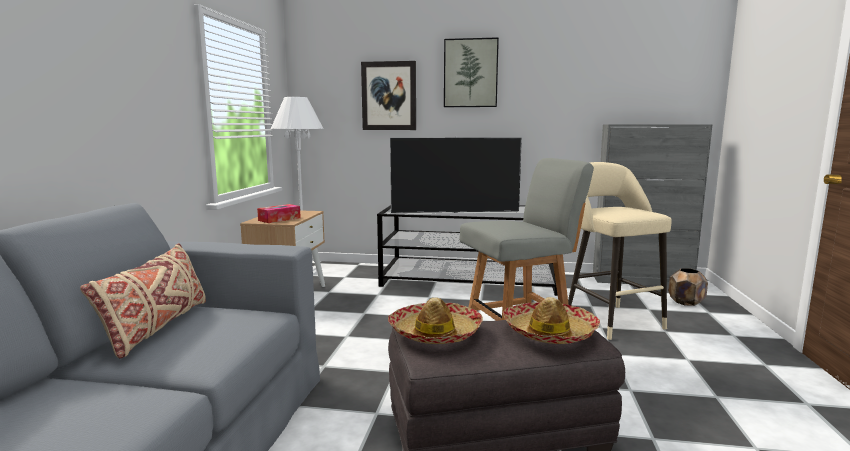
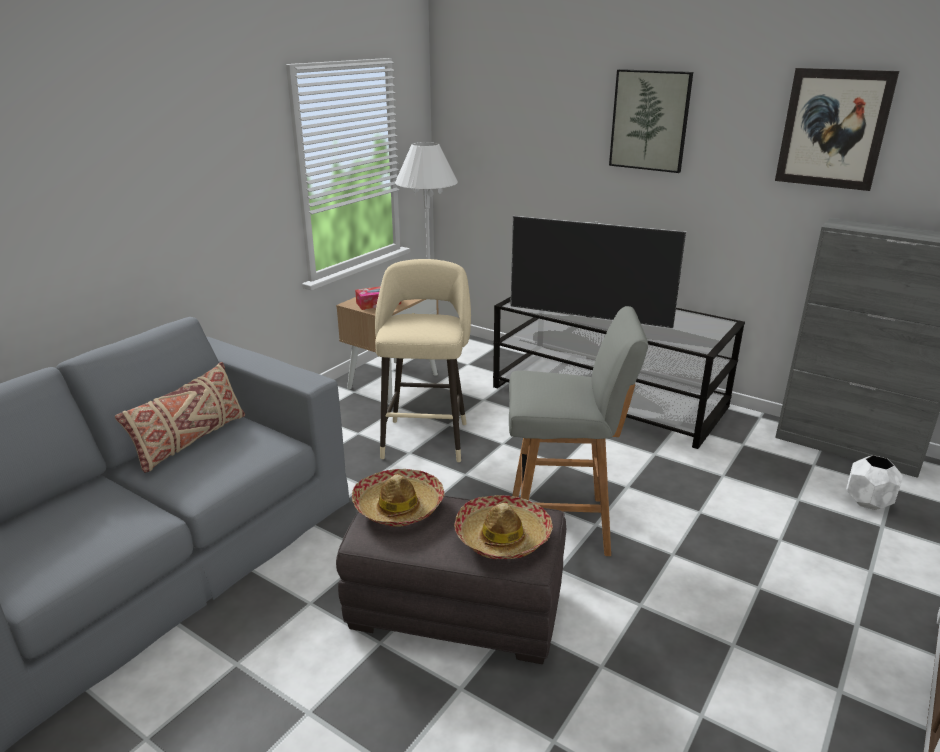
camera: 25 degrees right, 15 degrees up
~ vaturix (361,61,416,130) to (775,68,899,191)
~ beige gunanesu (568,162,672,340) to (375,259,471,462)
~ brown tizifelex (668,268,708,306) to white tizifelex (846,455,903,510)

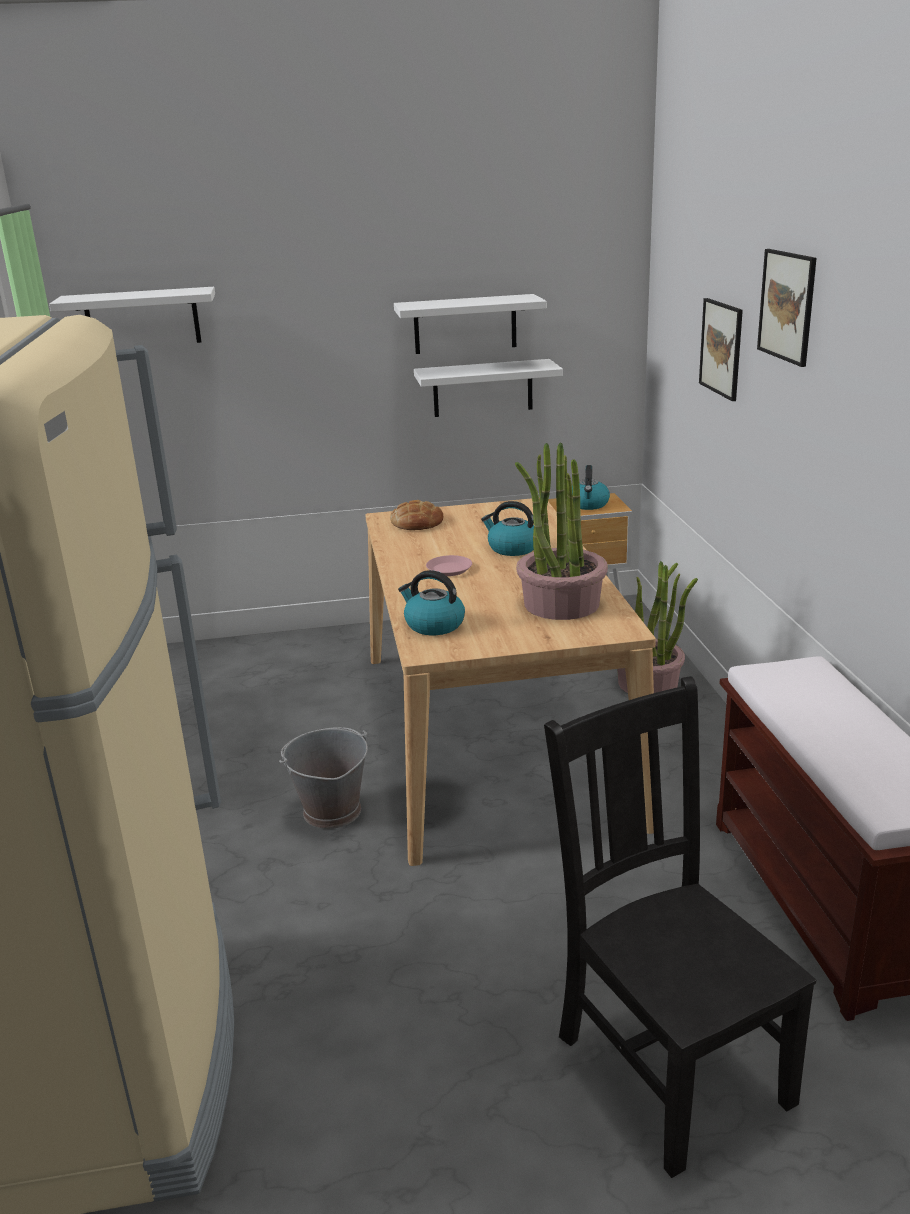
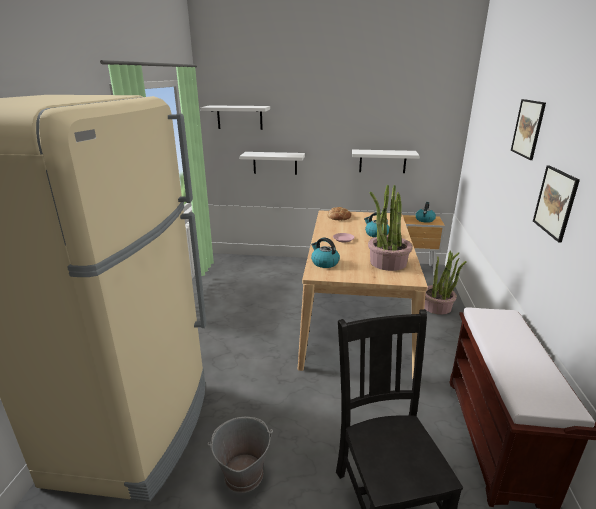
camera: 15 degrees right, 0 degrees up
~ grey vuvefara (279,727,368,829) to (207,417,273,493)
~ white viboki (394,294,547,354) to (239,152,305,175)
~ vaturix (699,298,743,401) to (533,165,580,243)

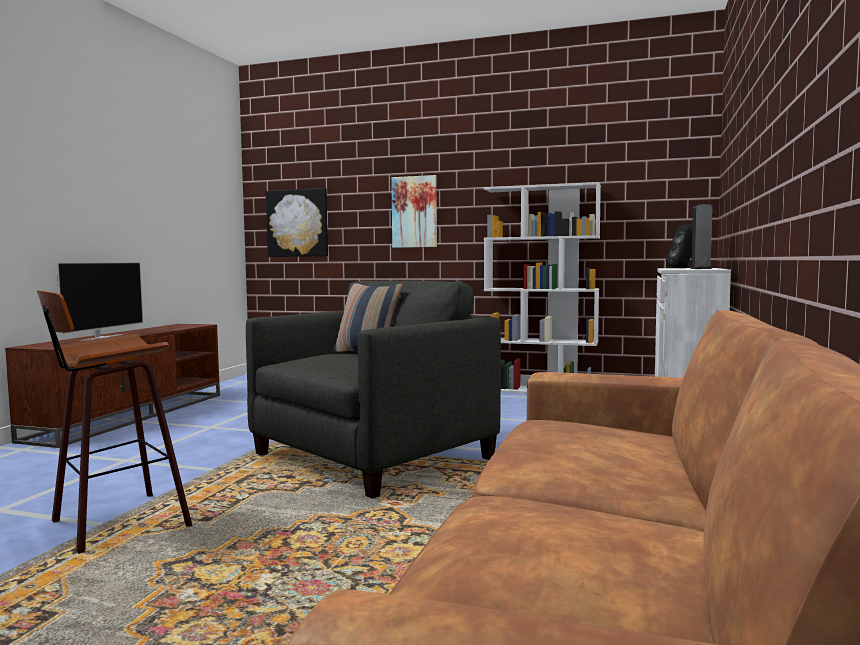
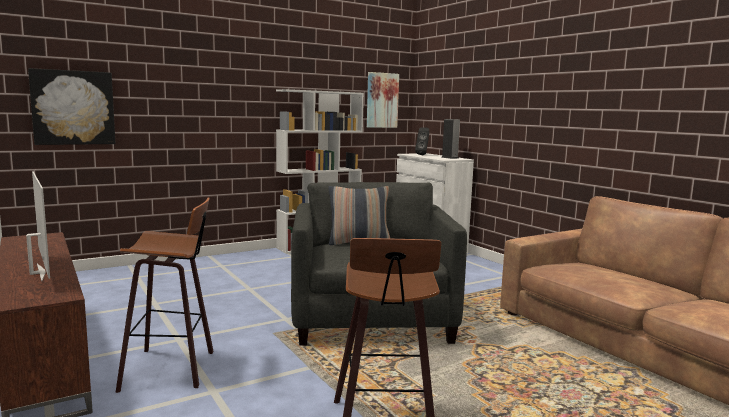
camera: 50 degrees left, 5 degrees up
~ vaturix (391,175,437,248) to (367,72,399,128)
+ gunanesu (116,197,214,393)

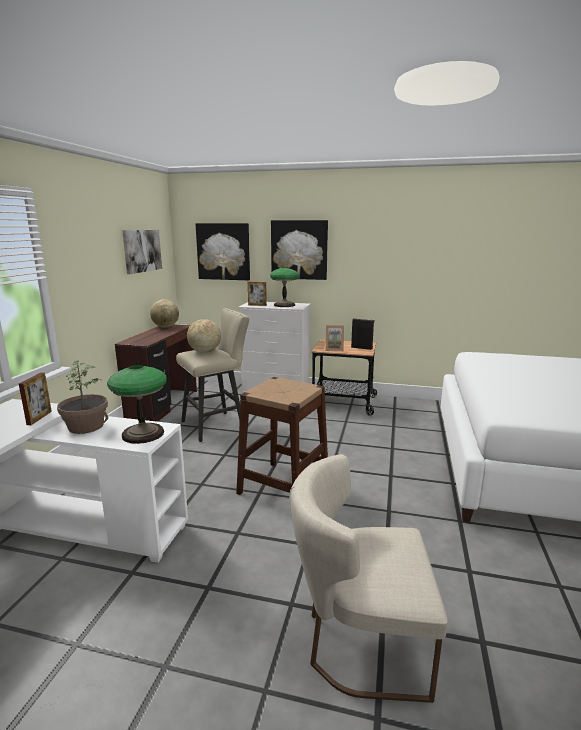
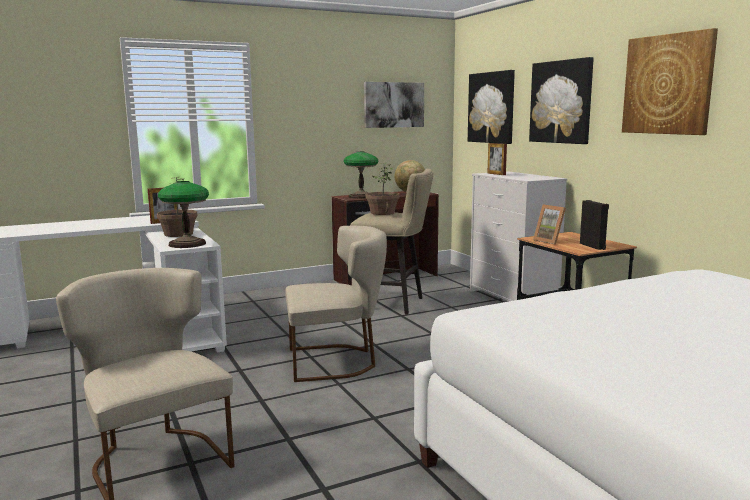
camera: 50 degrees right, 5 degrees down
~ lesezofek (187,319,221,353) to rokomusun (366,163,400,215)
~ brown gunanesu (236,377,328,495) to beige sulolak (285,226,387,382)
~ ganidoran (270,267,299,307) to (344,152,378,199)
+ vaturix (622,28,718,135)

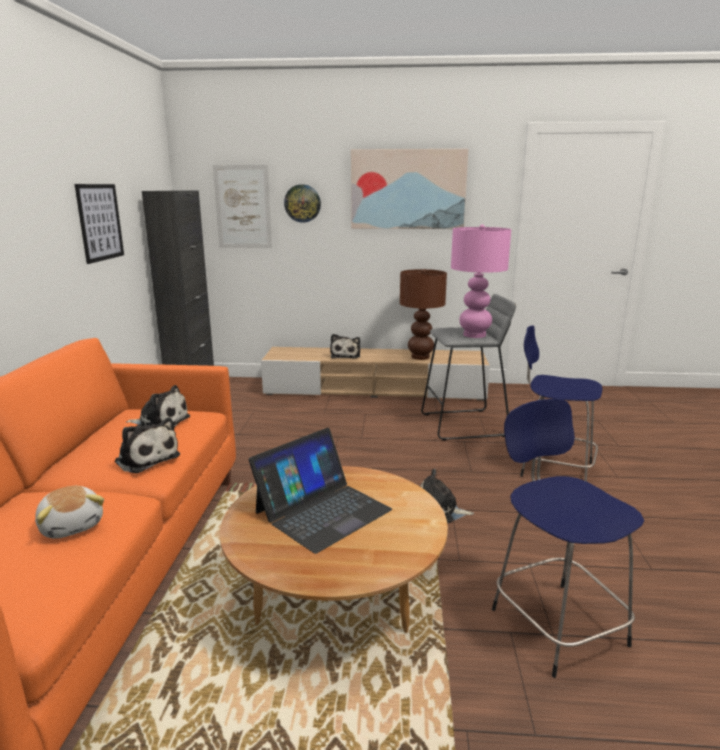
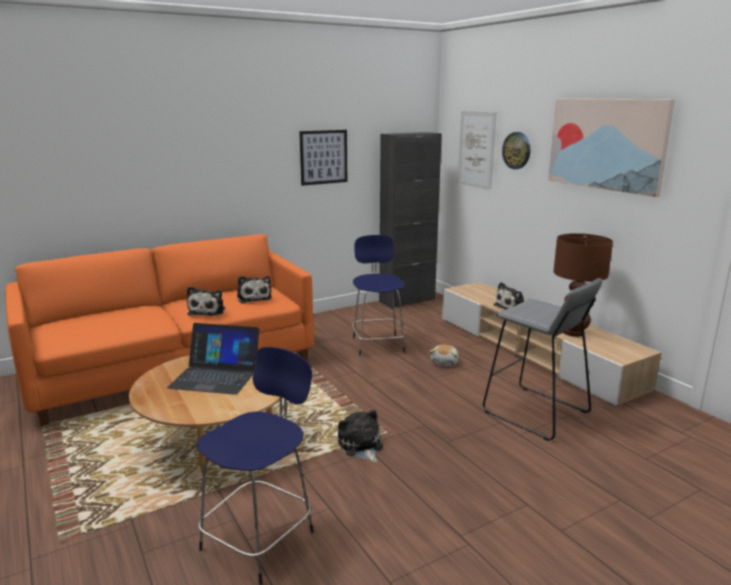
camera: 55 degrees right, 0 degrees up
~ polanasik (35,486,104,539) to (430,344,459,366)
- pink ganidoran (451,224,511,338)
~ blue gunanesu (520,325,602,482) to (352,235,405,356)

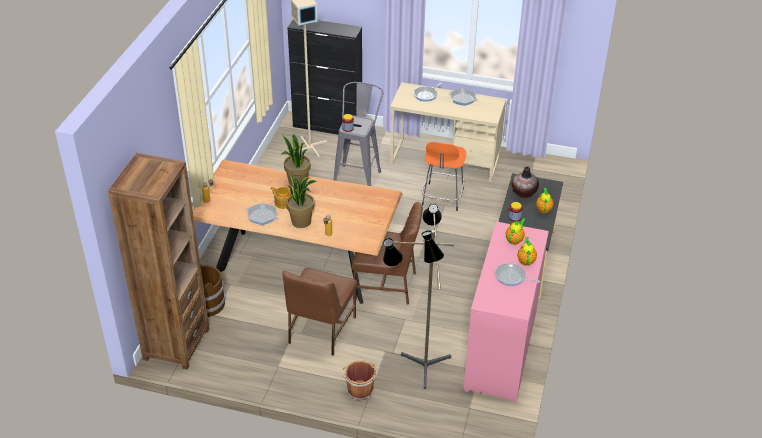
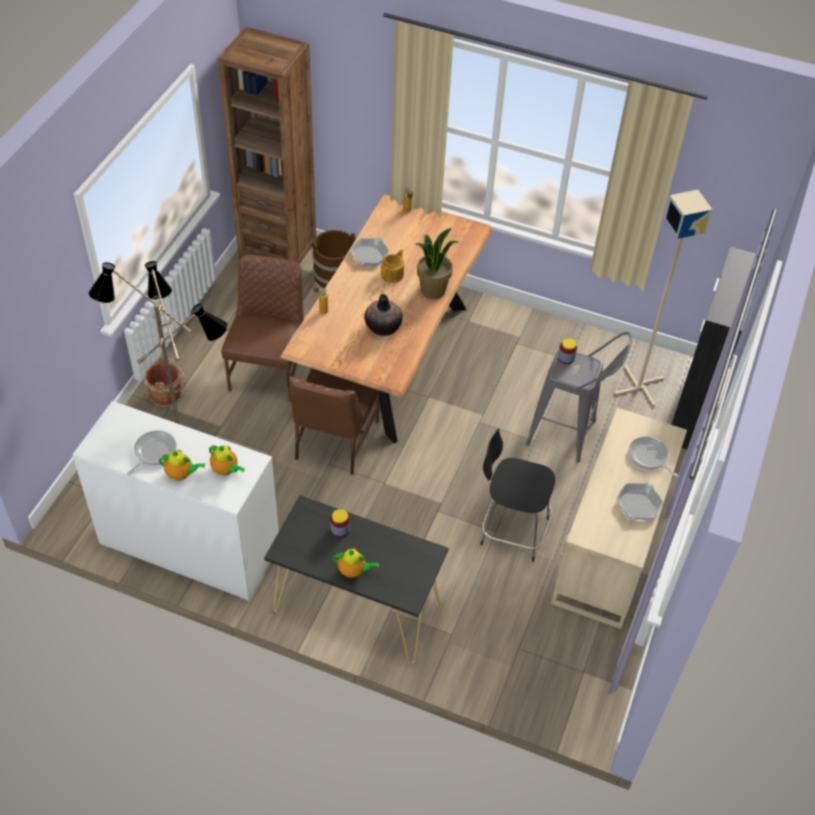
camera: 95 degrees right, 10 degrees up
~ brown sulolak (282,268,357,356) = (221,255,304,402) 75 degrees clockwise
- rokomusun (286,173,317,228)
~ orange gunanesu (422,142,466,211) to black gunanesu (480,429,555,562)
~ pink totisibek (463,222,549,402) to white totisibek (72,401,279,601)
~ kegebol (512,167,539,198) to (364,294,403,336)

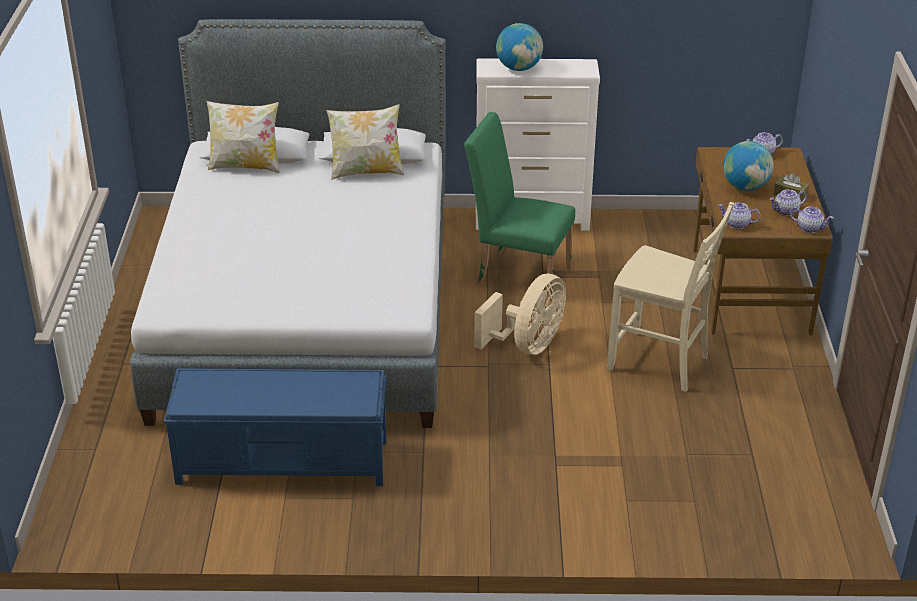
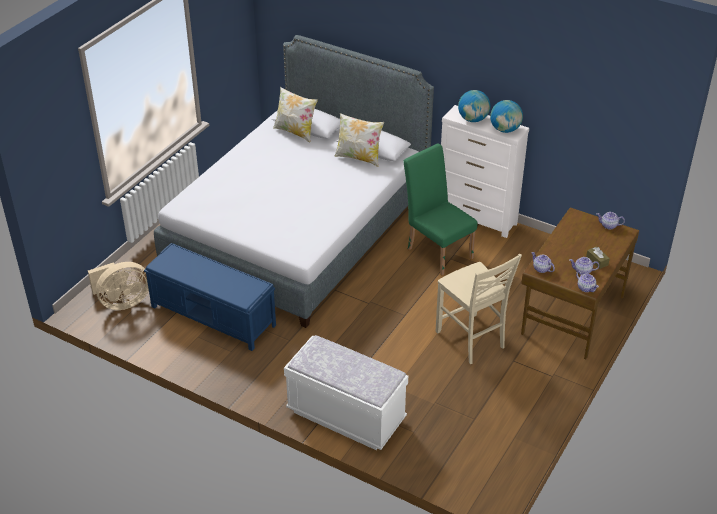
camera: 30 degrees right, 5 degrees up
~ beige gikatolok (474,274,566,355) to (88,262,149,310)
~ lesezofek (723,141,774,191) to (490,100,523,133)
+ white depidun (284,335,408,450)

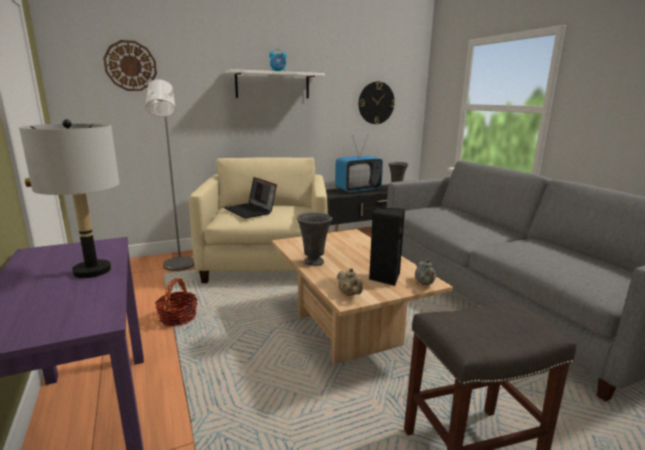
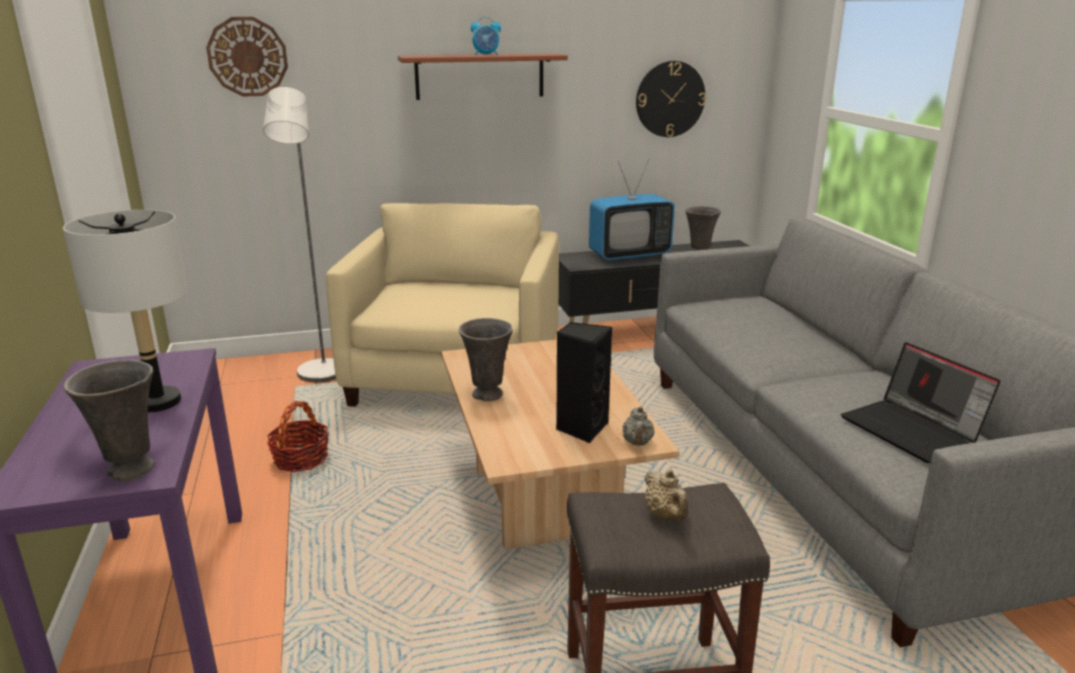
camera: 10 degrees right, 5 degrees up
~ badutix (224,177,277,219) to (841,342,1001,463)
~ white viboki (225,69,325,99) to brown viboki (398,53,568,100)
~ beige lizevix (337,268,363,296) to (644,469,689,521)
+ grey kegebol (64,360,155,482)

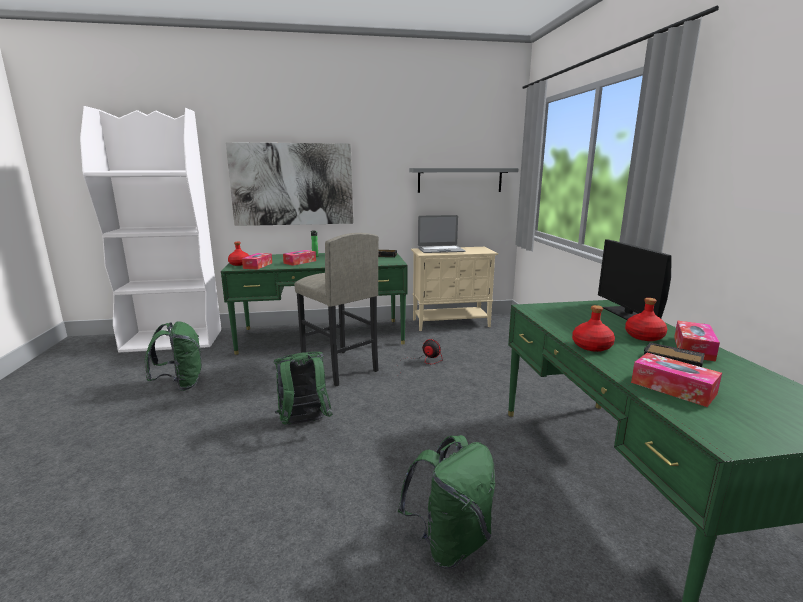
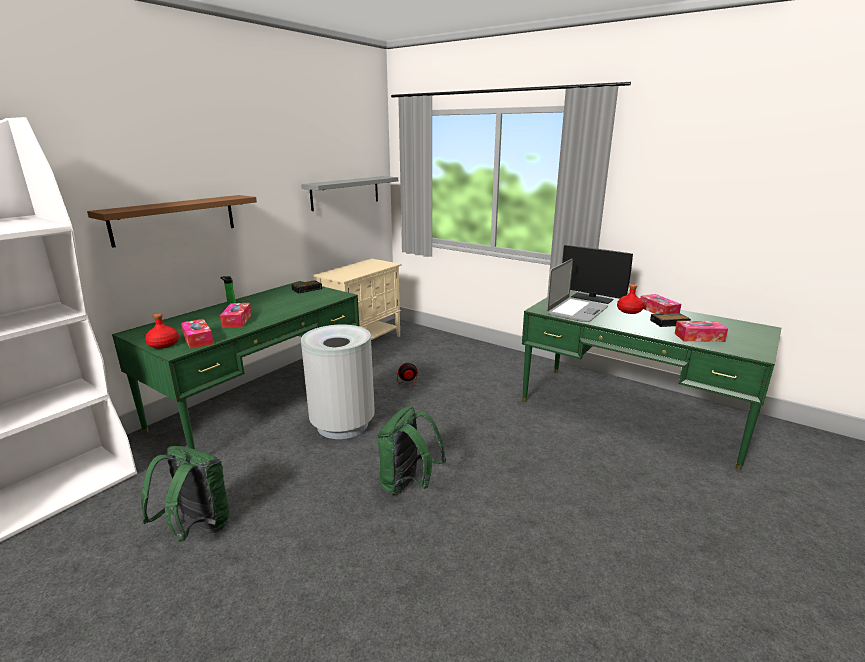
camera: 45 degrees left, 5 degrees up
~ vaturix (226,142,353,226) to brown viboki (87,195,257,248)
~ grey gunanesu (294,233,379,386) to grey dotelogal (301,324,375,439)
- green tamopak (398,435,495,569)
~ badutix (418,215,465,253) to (546,259,608,322)
- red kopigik (572,305,615,352)

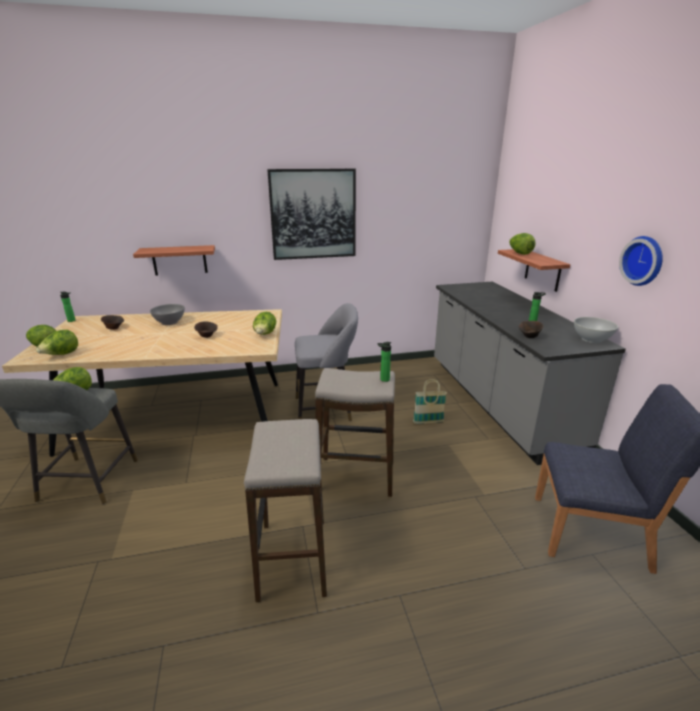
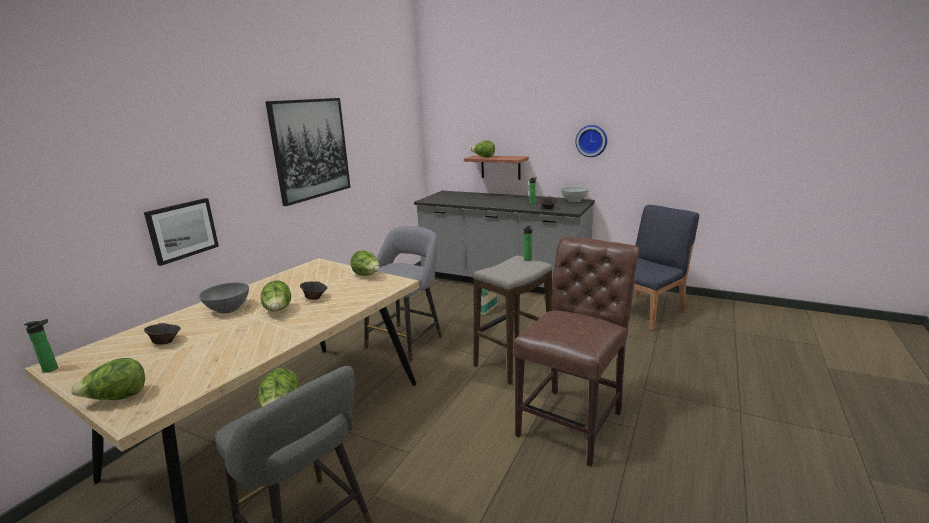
camera: 50 degrees left, 5 degrees down
~ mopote (36,330,78,355) to (261,280,291,311)
~ viboki (133,245,215,276) to vaturix (144,198,219,266)
~ gunanesu (244,419,327,602) to brown sulolak (513,236,640,467)

